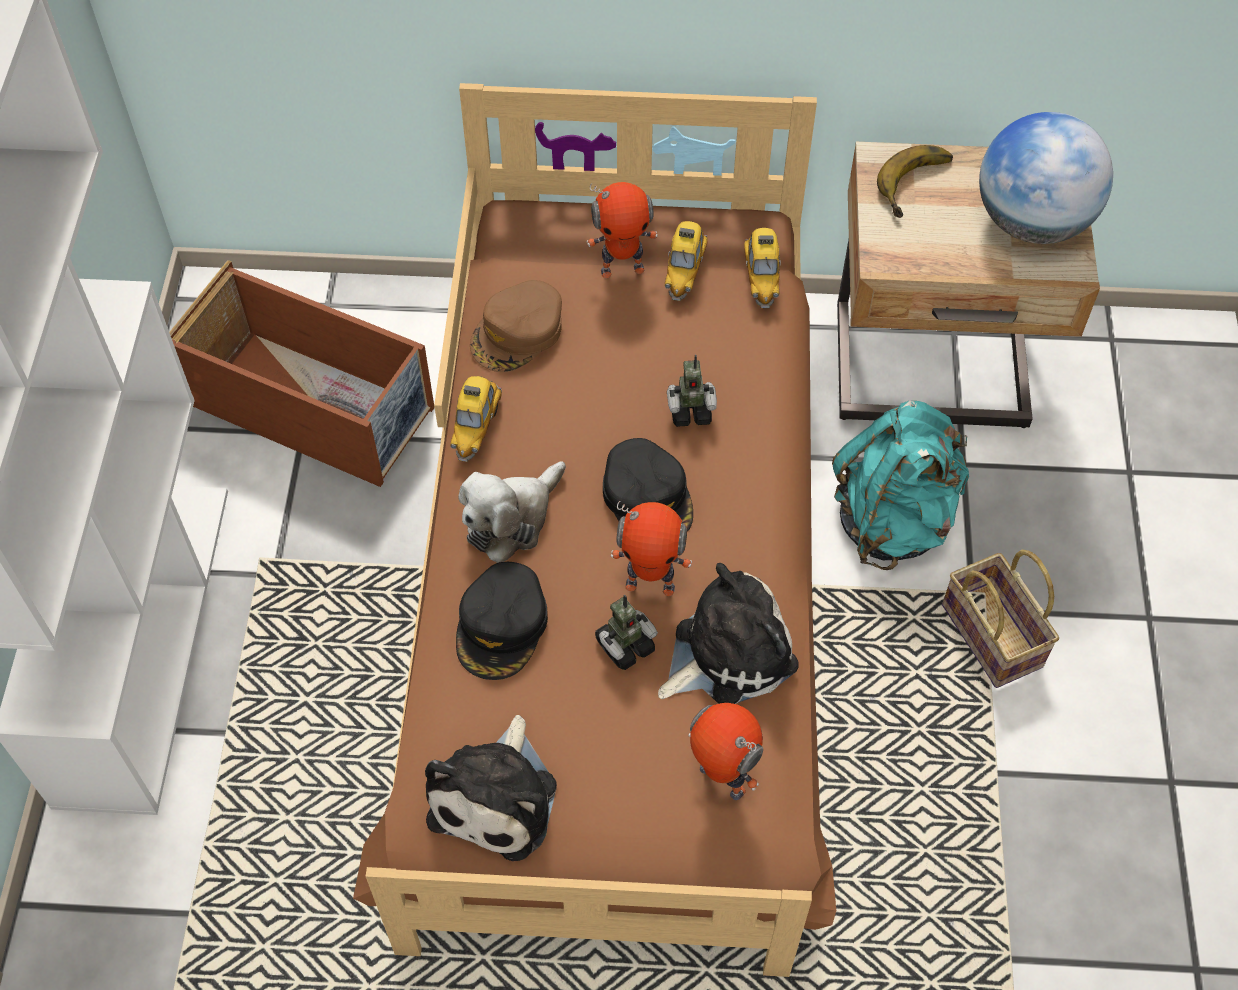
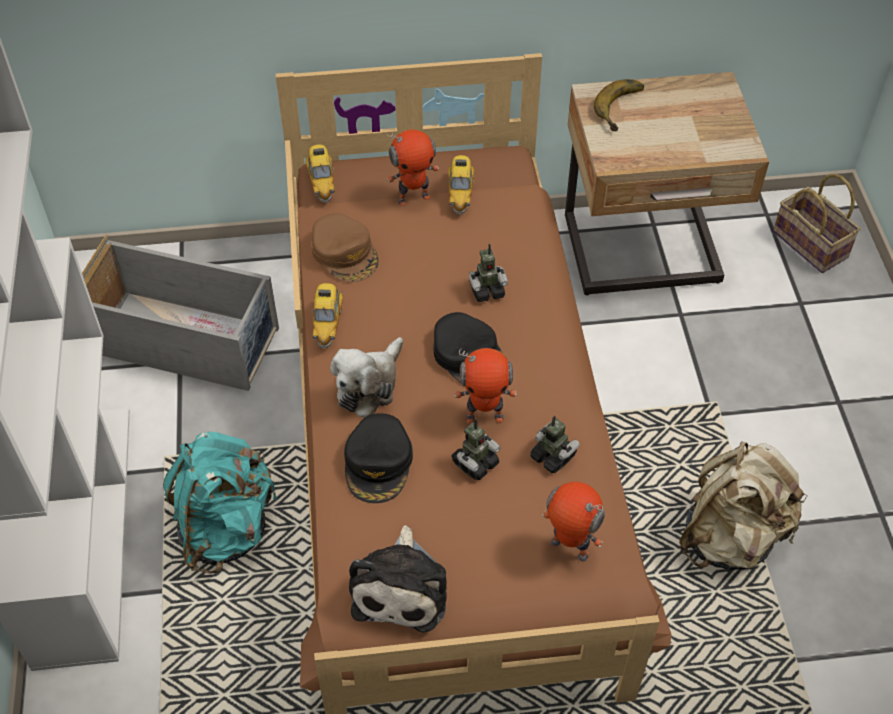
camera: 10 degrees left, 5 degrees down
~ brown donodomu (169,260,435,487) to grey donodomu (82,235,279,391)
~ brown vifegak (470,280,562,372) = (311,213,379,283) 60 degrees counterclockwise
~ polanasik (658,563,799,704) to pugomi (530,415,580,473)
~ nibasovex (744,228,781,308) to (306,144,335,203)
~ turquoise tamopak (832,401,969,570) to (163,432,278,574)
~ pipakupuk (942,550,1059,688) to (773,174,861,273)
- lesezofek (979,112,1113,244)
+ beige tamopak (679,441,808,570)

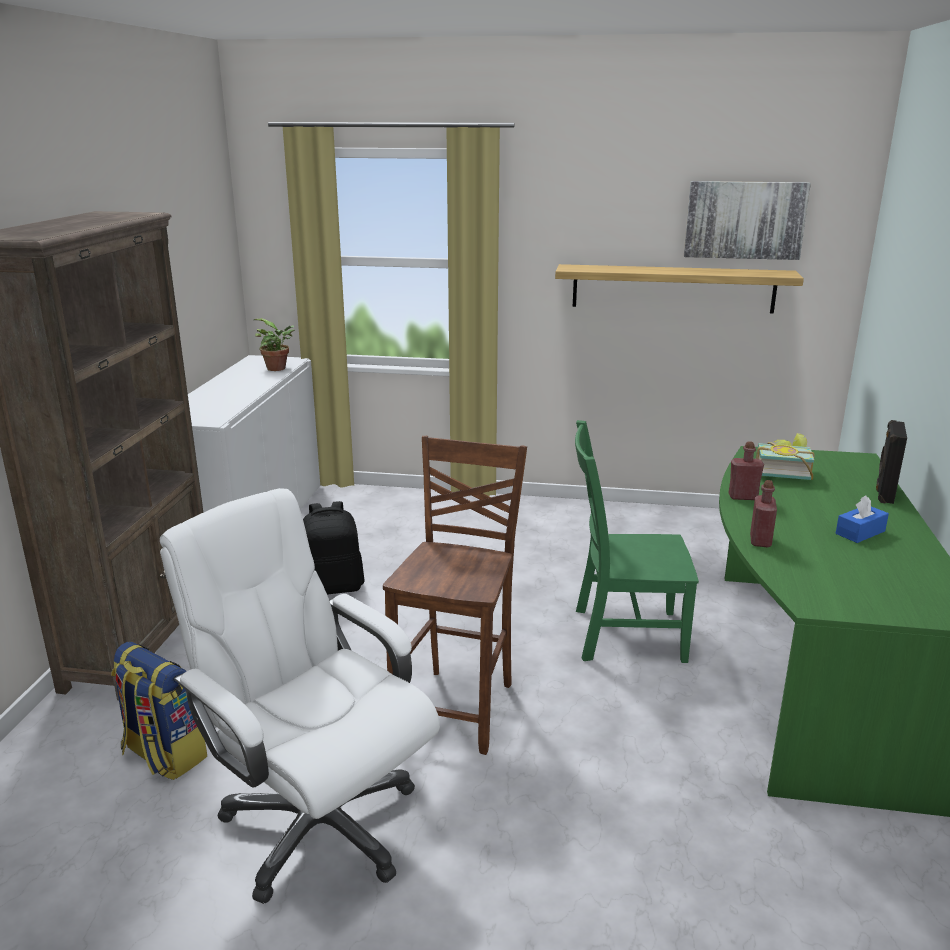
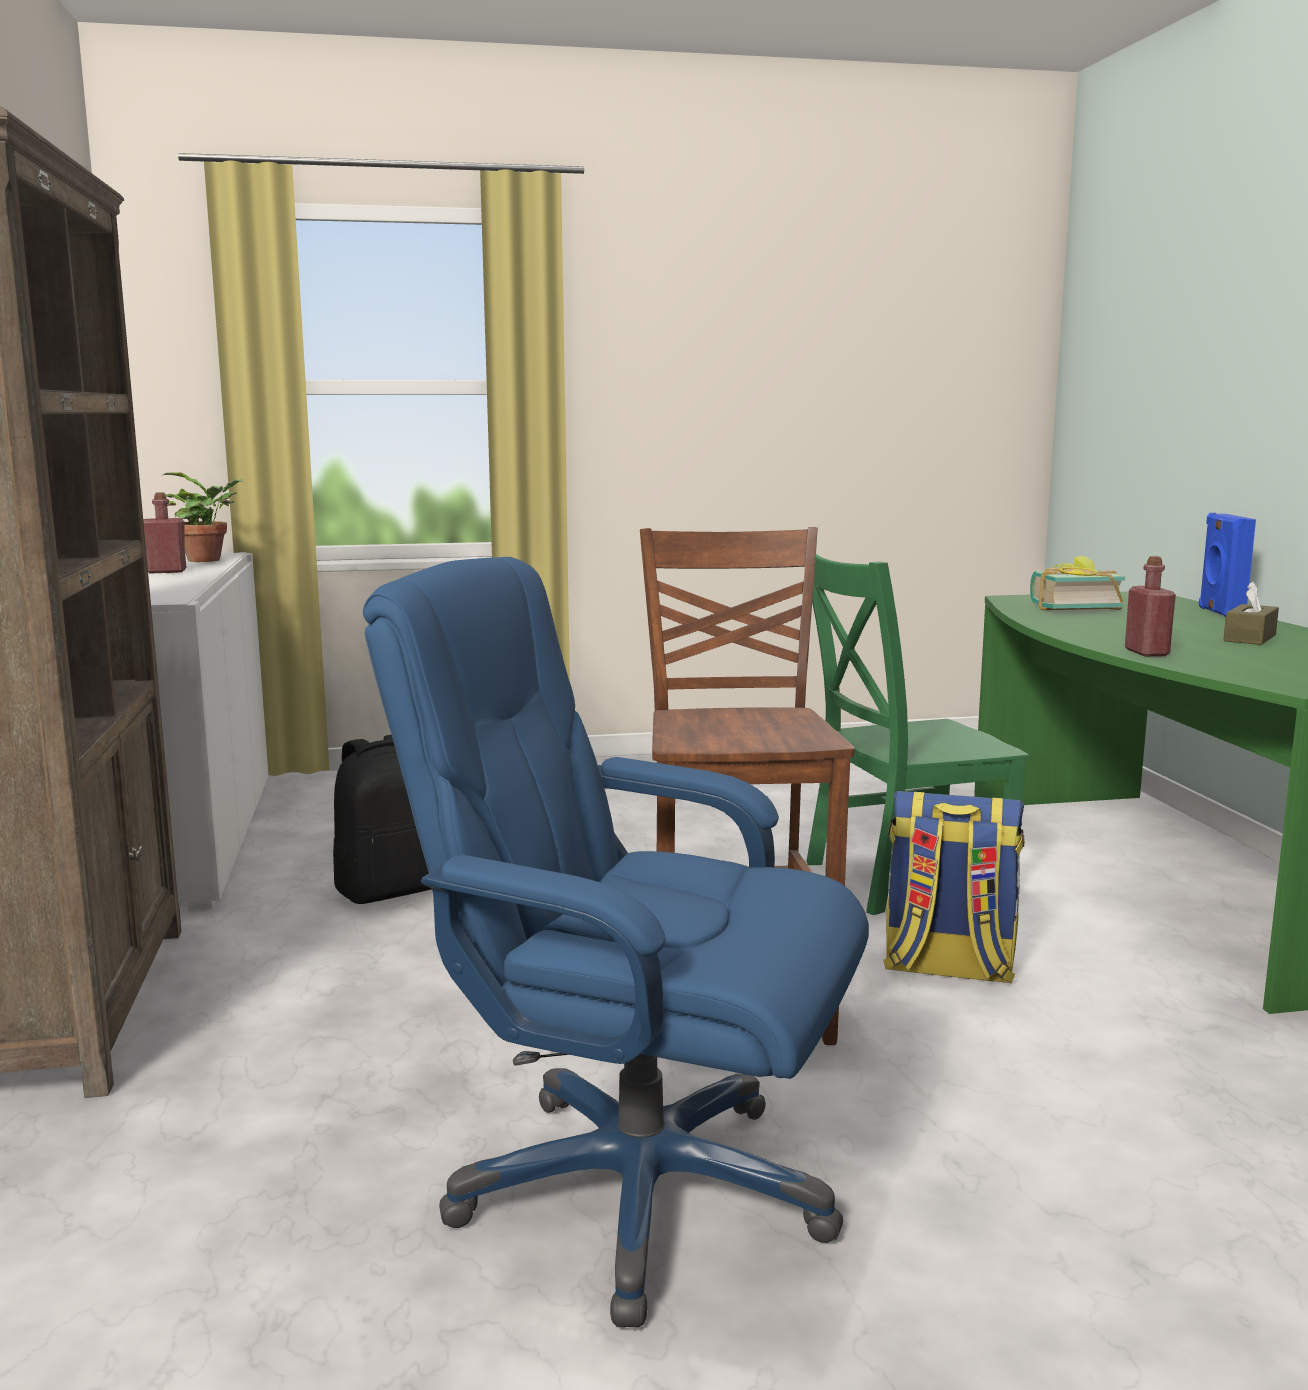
camera: 20 degrees left, 10 degrees down
~ tamopak (111,642,207,780) to (883,791,1025,983)
~ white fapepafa (160,488,440,904) to blue fapepafa (363,557,869,1328)
- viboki (555,264,804,314)
- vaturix (684,181,811,260)
~ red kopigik (728,441,764,500) to (143,492,187,573)
~ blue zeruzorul (836,496,889,543) to brown zeruzorul (1223,581,1279,645)
~ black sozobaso (876,420,907,504) to blue sozobaso (1199,513,1256,617)

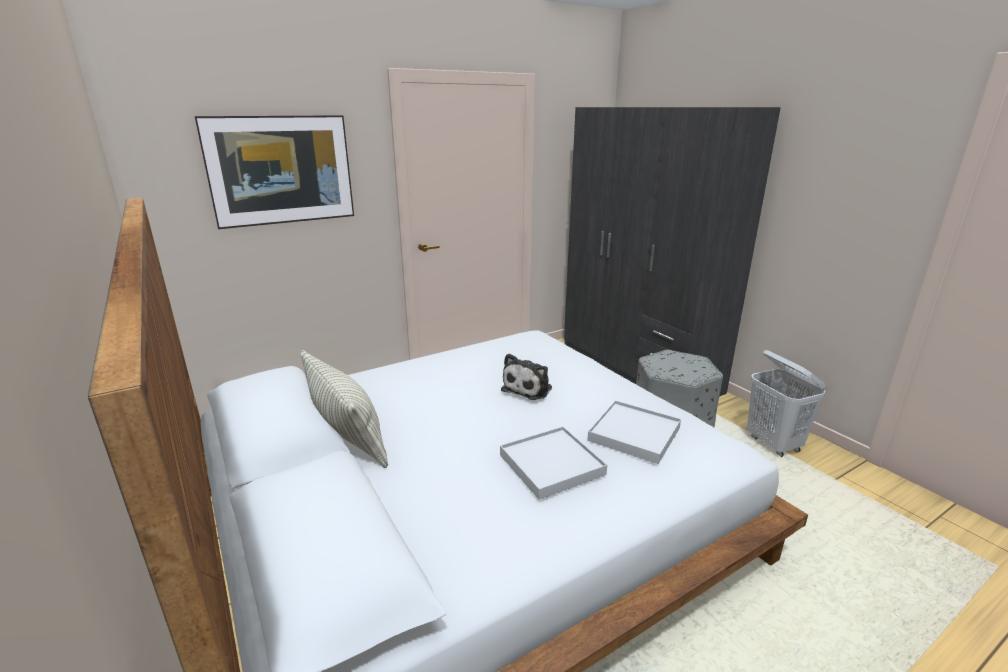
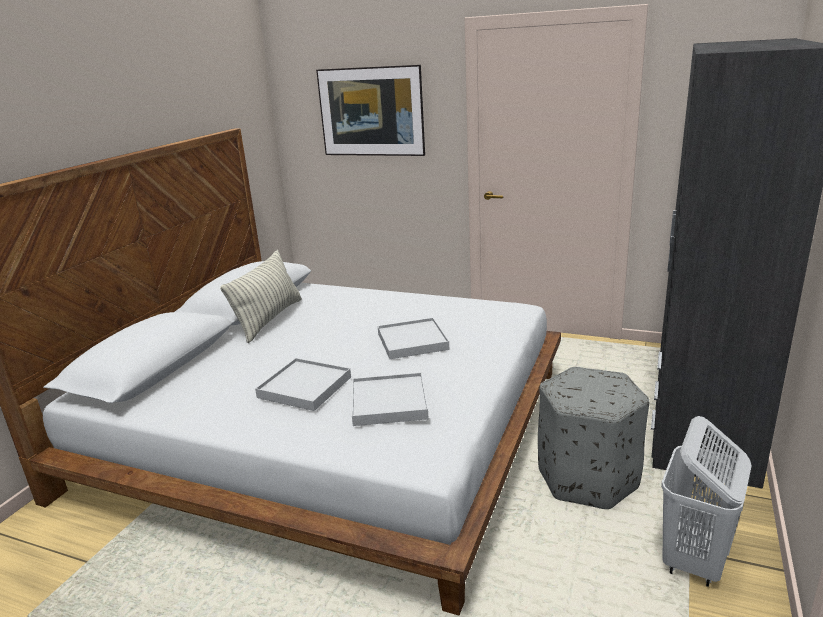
camera: 55 degrees right, 0 degrees up
~ polanasik (501,354,552,400) to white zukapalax (378,318,449,359)

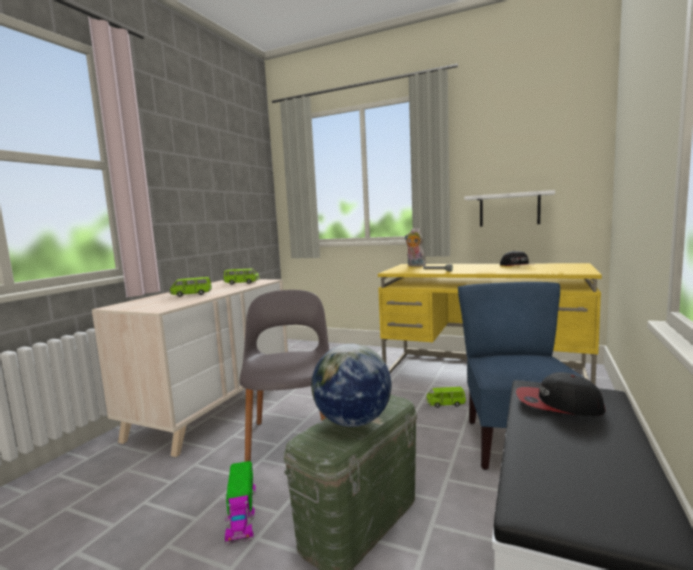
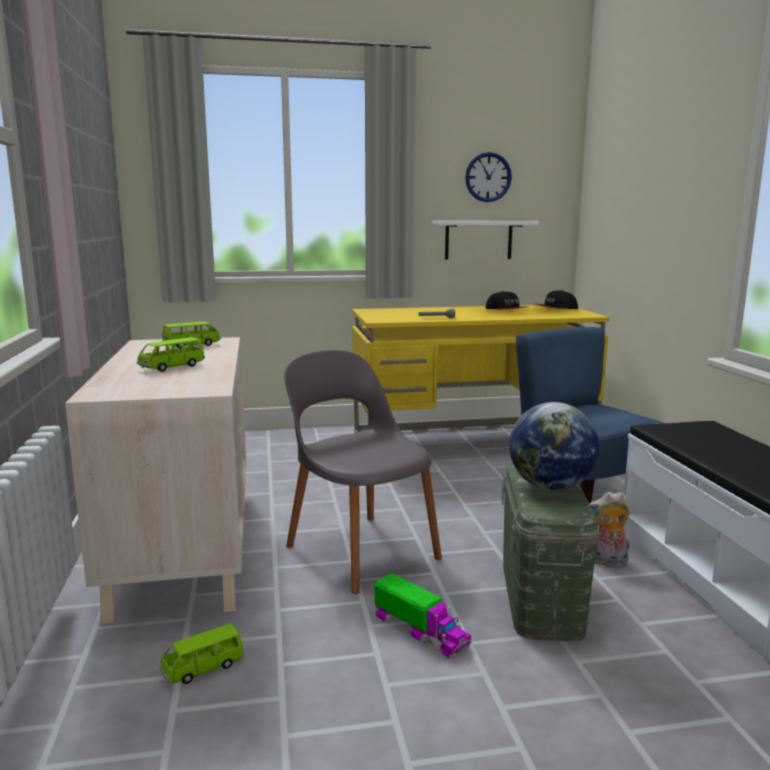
camera: 35 degrees left, 5 degrees up
~ polanasik (405,228,426,267) to (589,492,631,567)
~ green nibasovex (426,387,466,408) to (159,623,245,684)
~ vifegak (516,372,606,416) to (535,290,578,309)
+ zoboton (465,152,512,202)

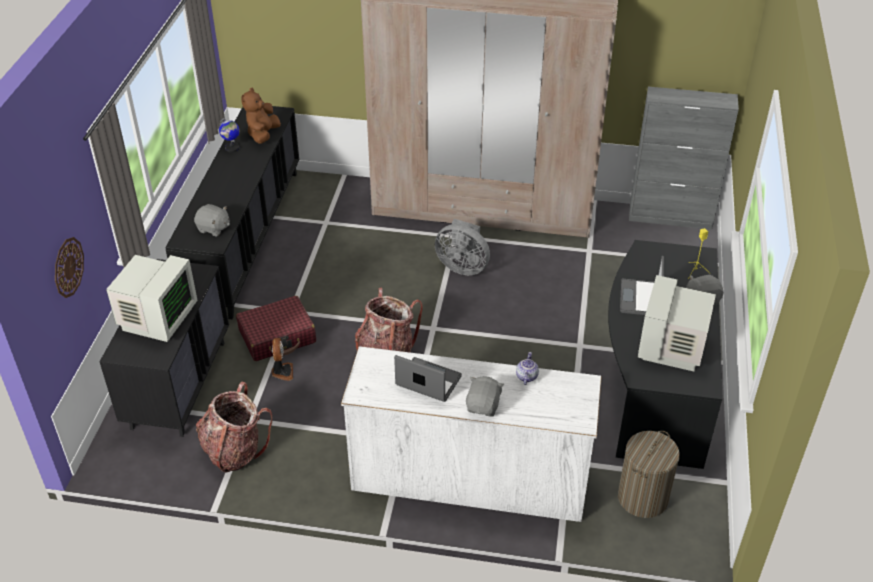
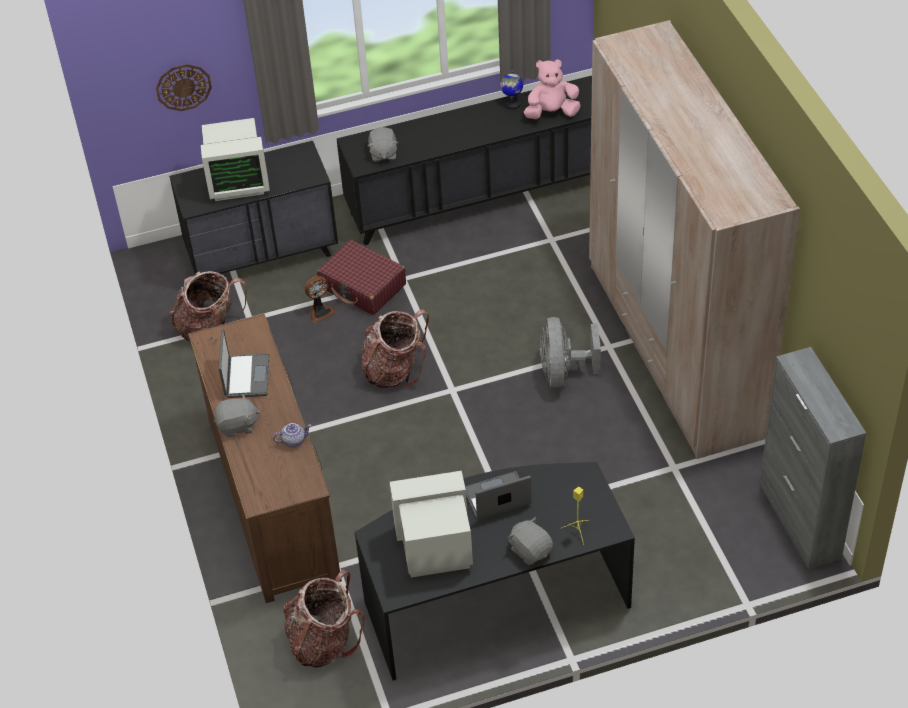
camera: 65 degrees right, 5 degrees up
~ brown polanasik (241,88,281,144) to pink polanasik (524,60,581,119)
~ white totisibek (341,346,602,522) to brown totisibek (188,313,342,603)
~ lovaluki (618,431,680,518) to tamopak (283,569,365,668)

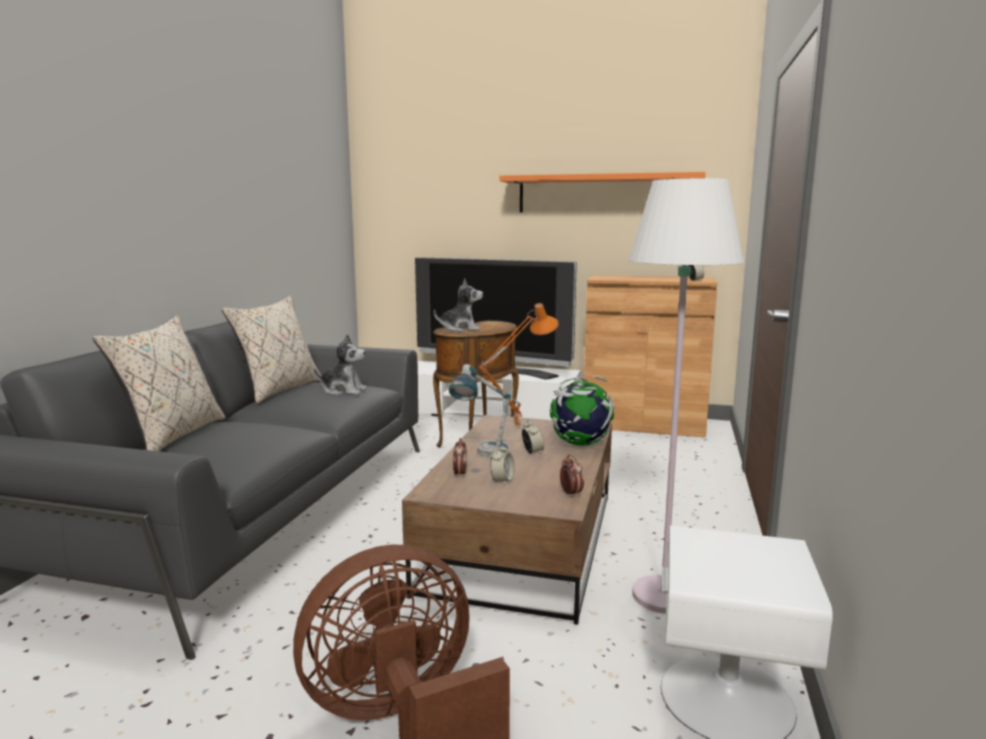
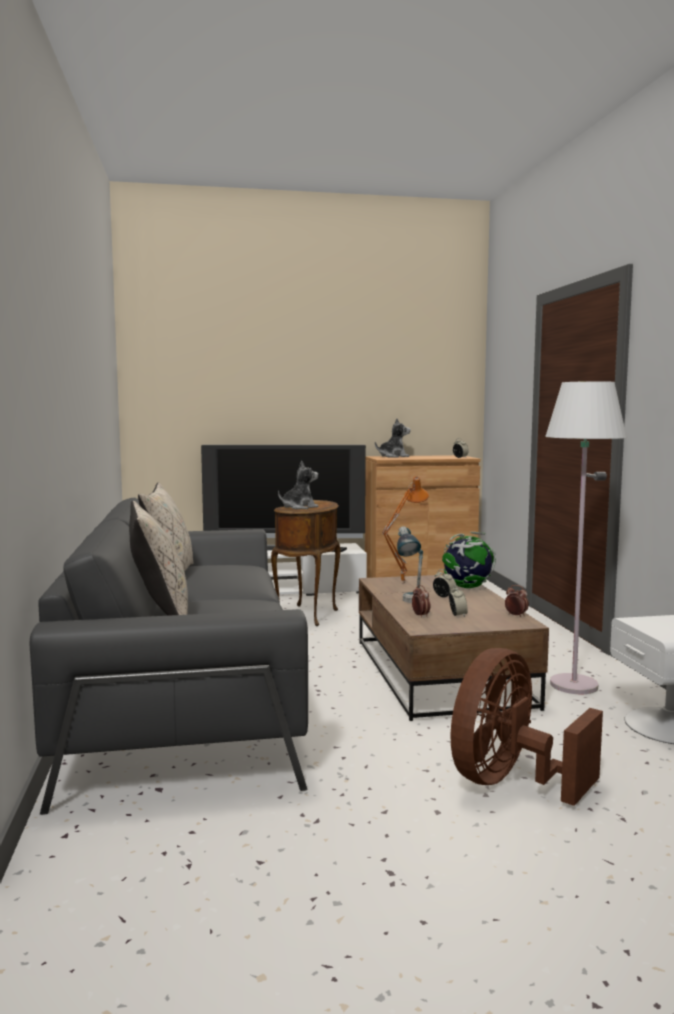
camera: 25 degrees left, 5 degrees down
~ polanasik (314,334,367,396) to (375,418,411,458)
- orange viboki (499,172,706,212)

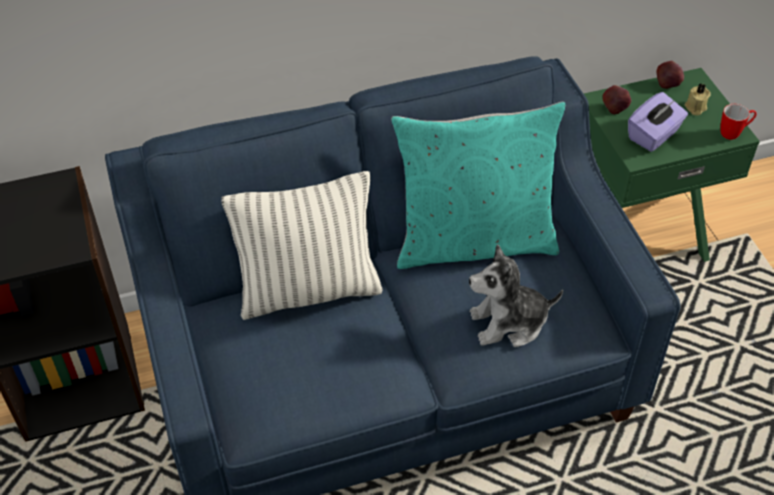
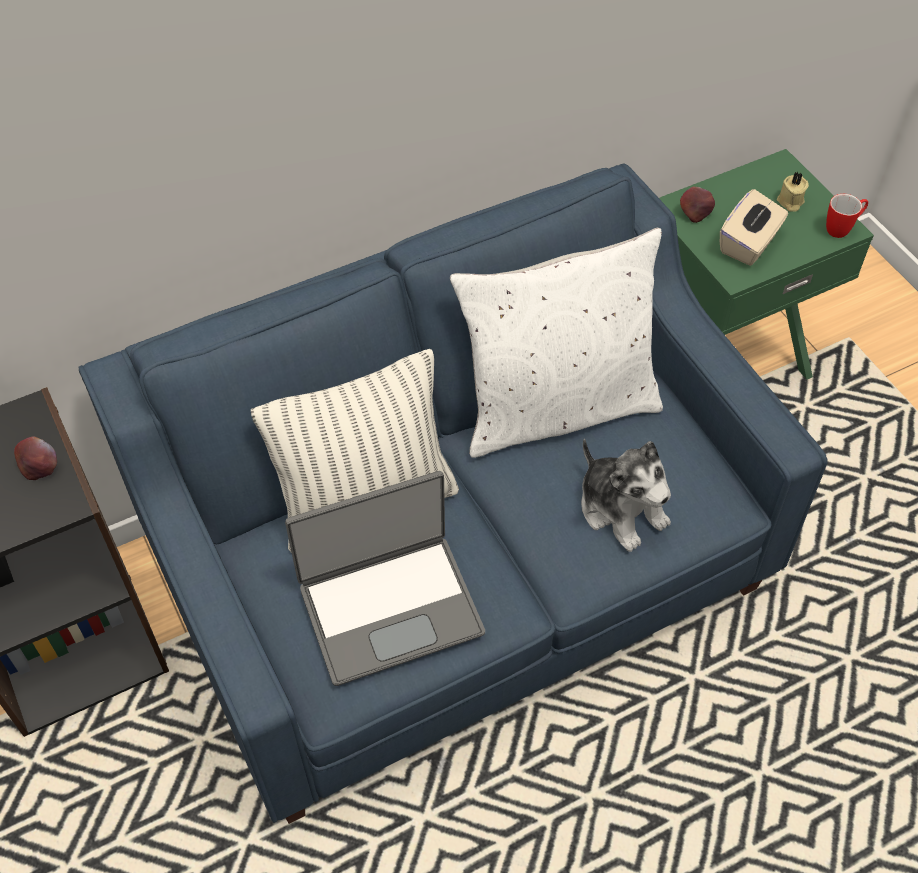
camera: 10 degrees left, 5 degrees up
~ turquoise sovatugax (391,102,565,269) to white sovatugax (450,228,663,458)
~ polanasik (469,244,563,347) = (581,439,671,552) 105 degrees counterclockwise
~ purple zeruzorul (628,92,688,152) to beige zeruzorul (720,189,788,266)
~ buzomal (656,61,684,89) to (14,436,57,480)
+ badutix (285,471,485,686)

